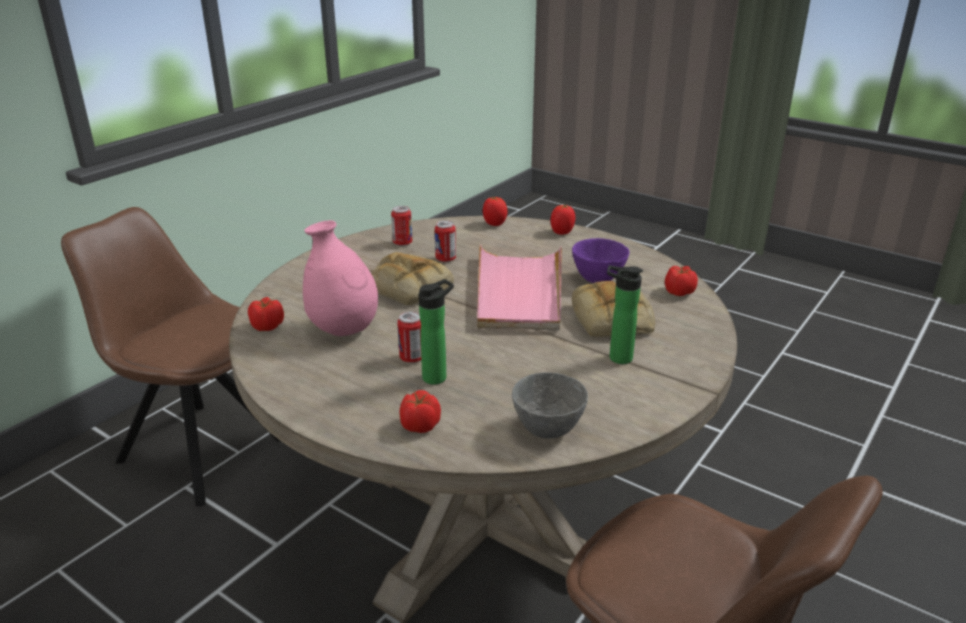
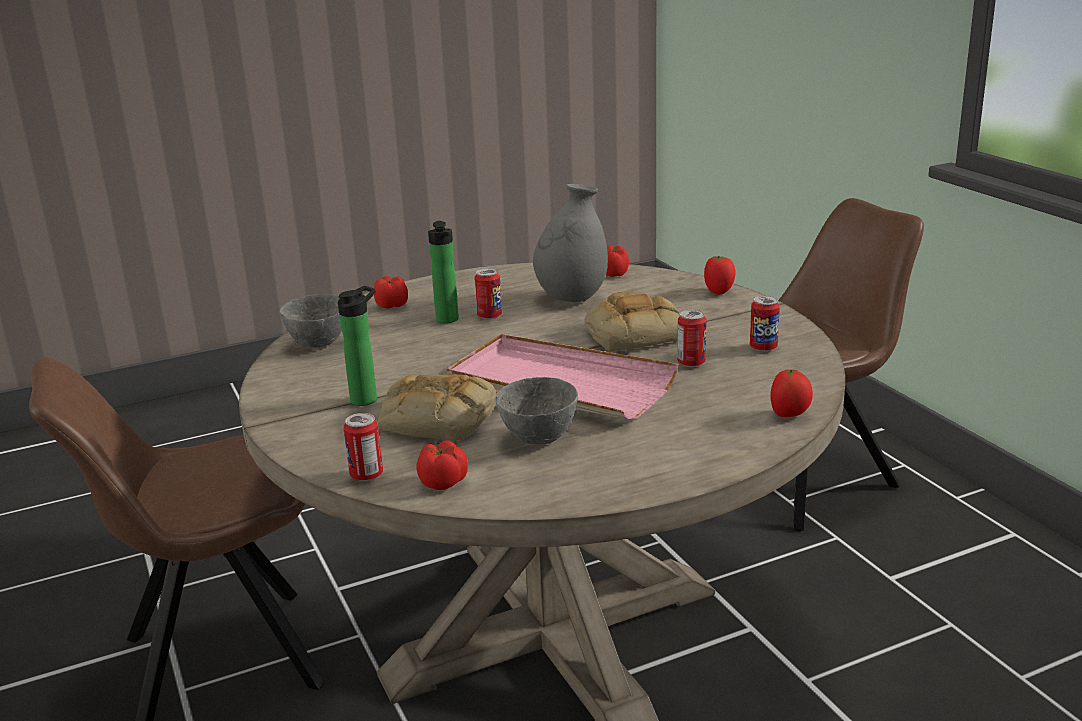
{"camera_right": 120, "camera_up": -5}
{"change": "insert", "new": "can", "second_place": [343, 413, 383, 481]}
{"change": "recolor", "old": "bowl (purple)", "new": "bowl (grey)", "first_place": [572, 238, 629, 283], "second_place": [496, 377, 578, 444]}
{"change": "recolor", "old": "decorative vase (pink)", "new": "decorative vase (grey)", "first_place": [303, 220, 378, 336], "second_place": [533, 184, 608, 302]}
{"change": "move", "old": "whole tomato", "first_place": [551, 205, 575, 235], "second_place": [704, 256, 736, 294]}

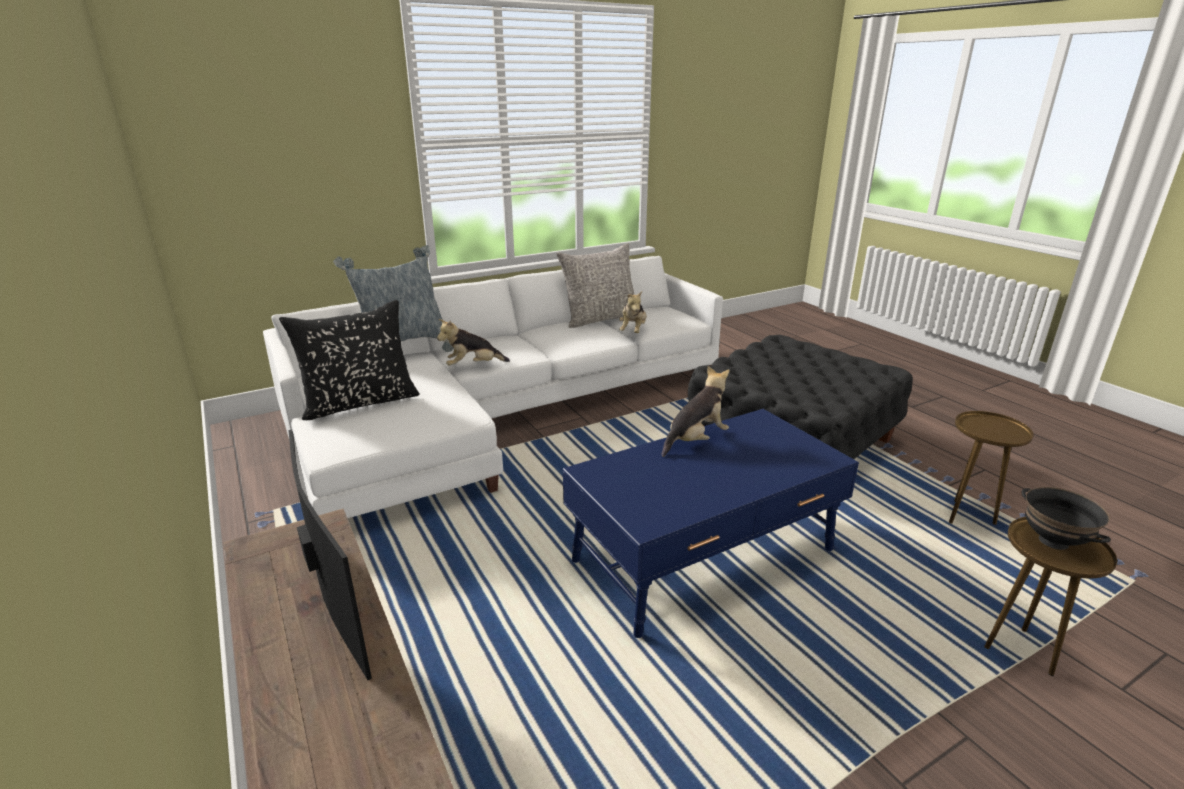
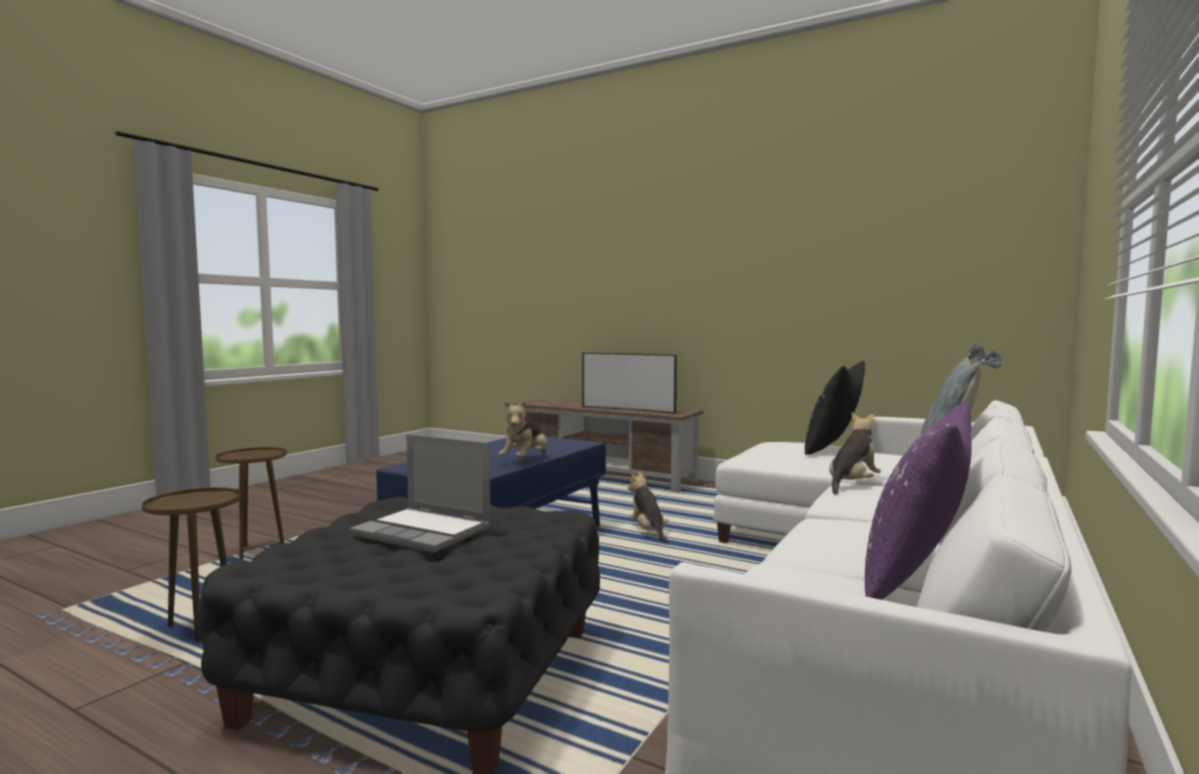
{"camera_right": 150, "camera_up": -20}
{"change": "insert", "new": "portable computer", "second_place": [350, 434, 491, 553]}
{"change": "move", "old": "plush toy", "first_place": [619, 291, 647, 333], "second_place": [628, 471, 669, 544]}
{"change": "recolor", "old": "pillow (grey)", "new": "pillow (purple)", "first_place": [556, 243, 634, 328], "second_place": [865, 402, 971, 600]}
{"change": "delete", "old": "bowl (black-coloured)", "first_place": [1022, 487, 1111, 550]}

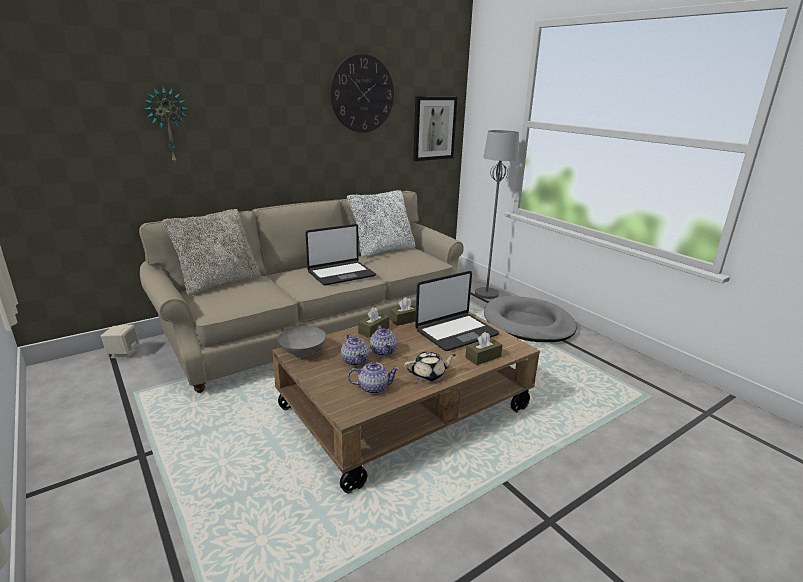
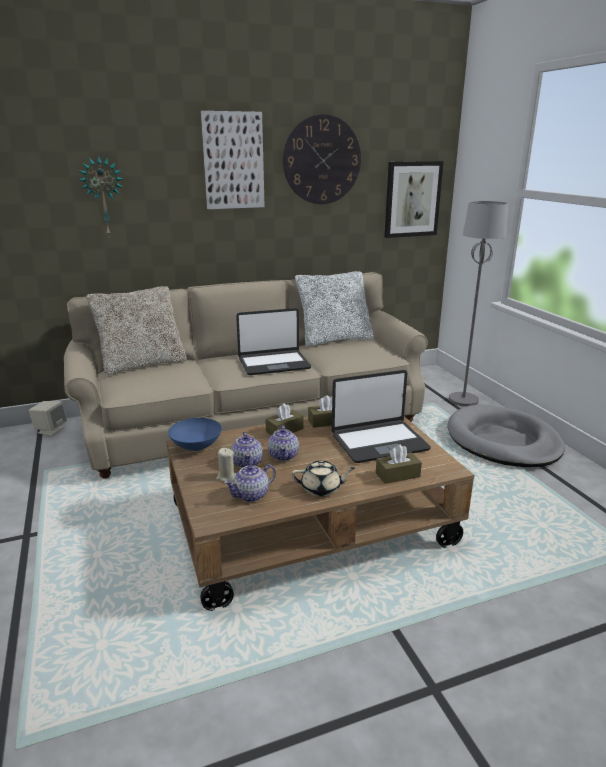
{"camera_right": 15, "camera_up": 0}
{"change": "recolor", "old": "bowl (grey)", "new": "bowl (blue-coloured)", "first_place": [278, 326, 326, 356], "second_place": [168, 418, 222, 451]}
{"change": "insert", "new": "wall picture", "second_place": [201, 111, 265, 209]}
{"change": "insert", "new": "wax light (sand-coloured)", "second_place": [216, 448, 236, 482]}
{"change": "rotate", "old": "pot for tea", "first_place": [348, 362, 399, 394], "second_place": [224, 464, 276, 502], "degrees": 135}

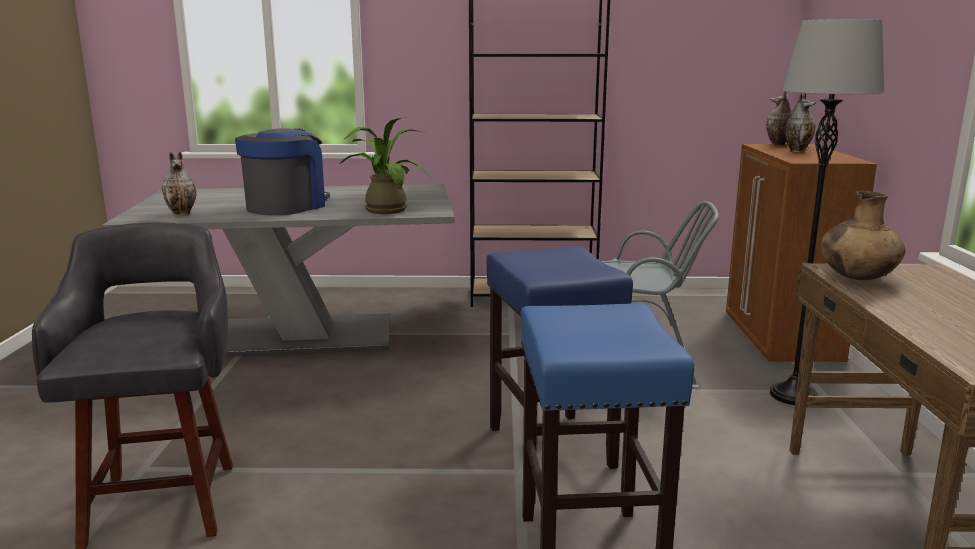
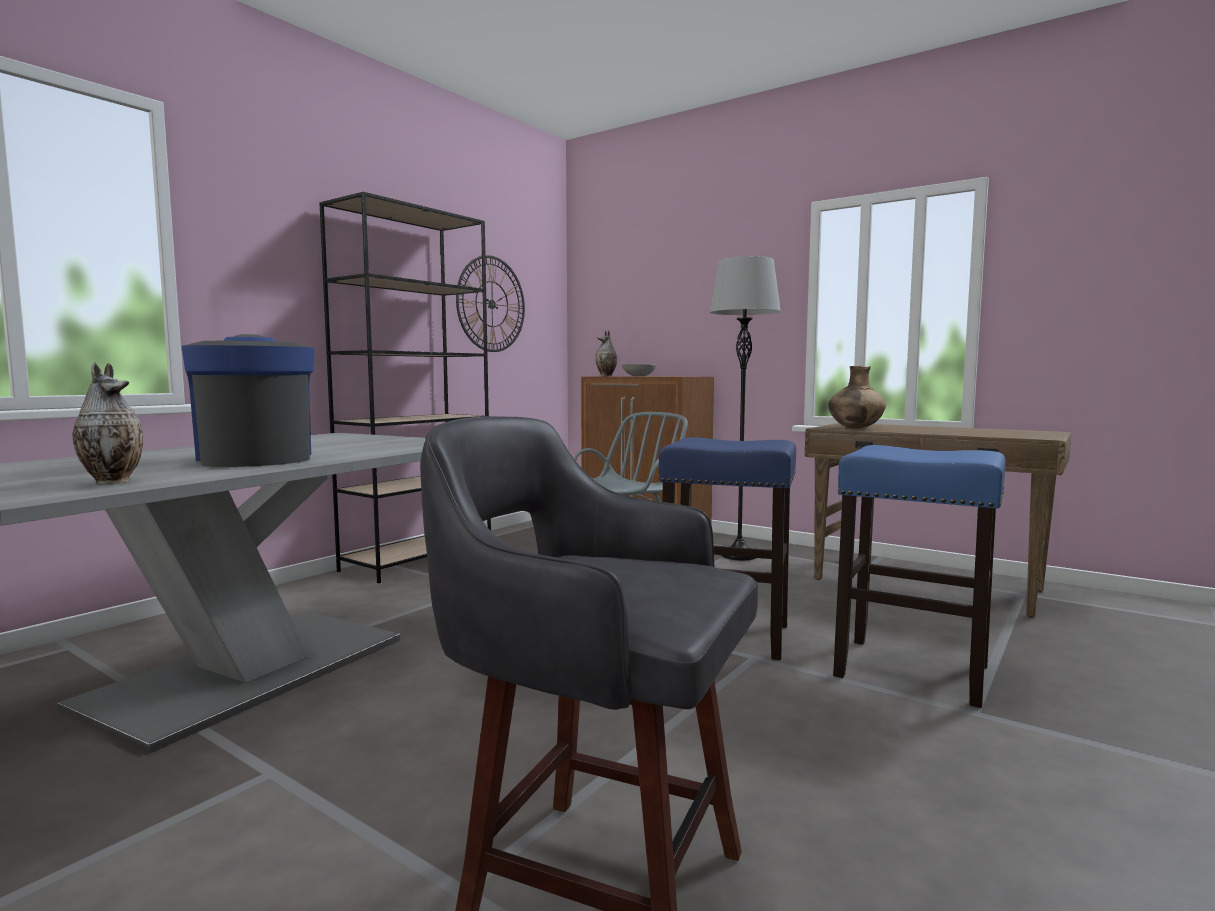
{"camera_right": -55, "camera_up": -10}
{"change": "insert", "new": "wall clock", "second_place": [456, 255, 525, 352]}
{"change": "replace", "old": "decorative vase", "new": "bowl (grey)", "first_place": [784, 93, 816, 152], "second_place": [622, 364, 657, 376]}
{"change": "delete", "old": "potted plant", "first_place": [340, 117, 430, 214]}

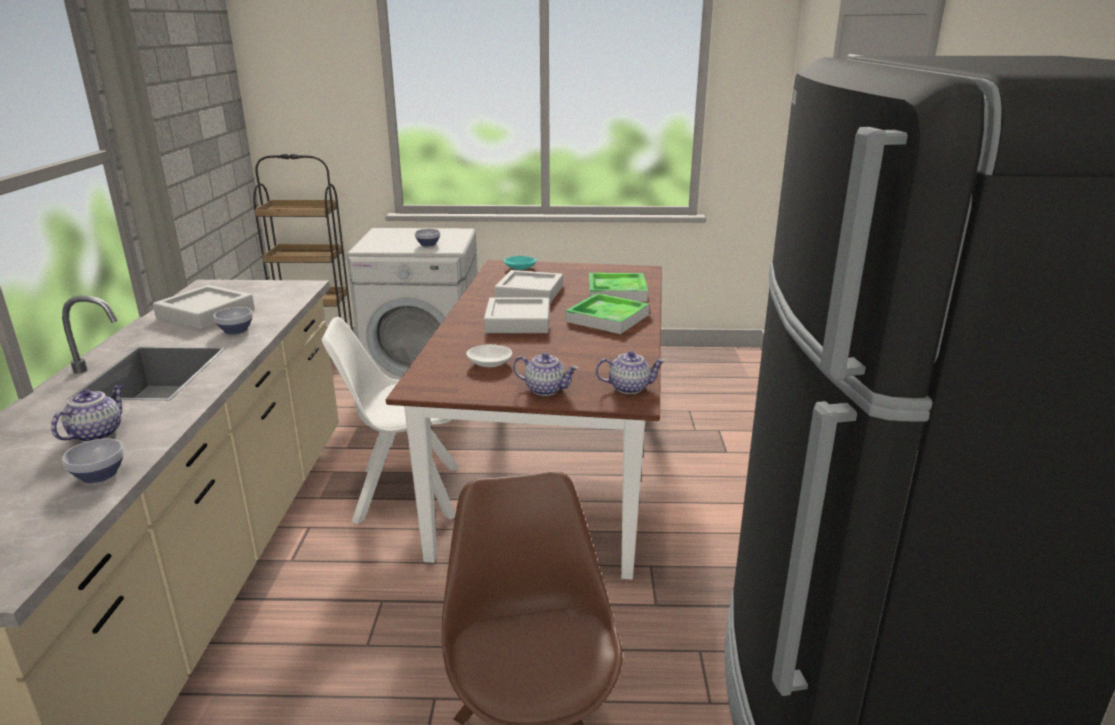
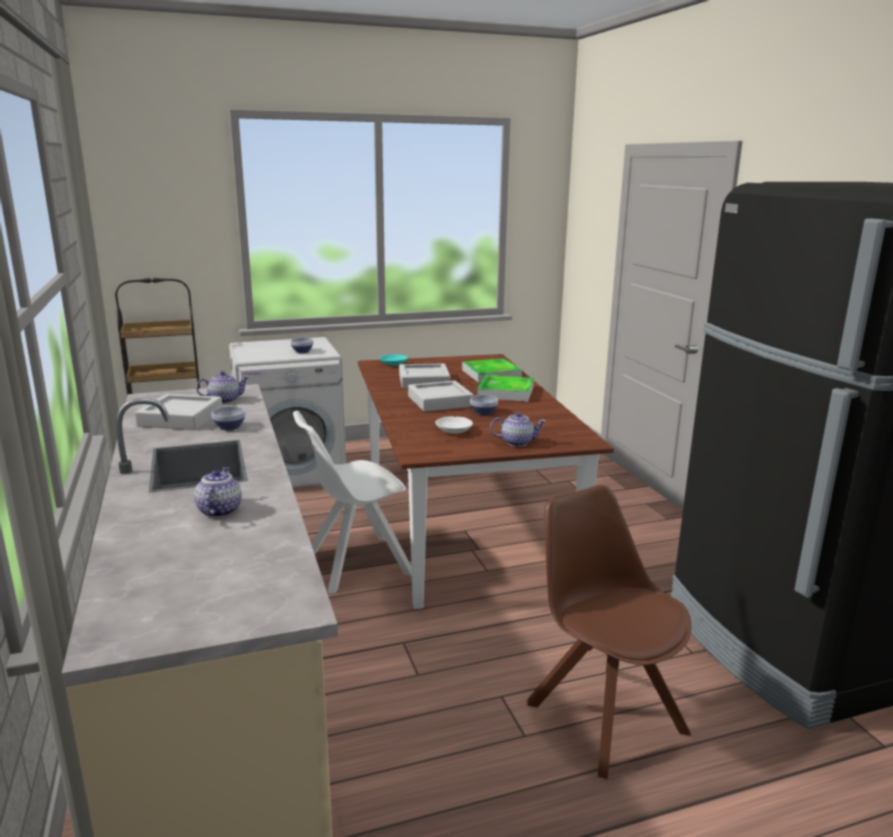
{"camera_right": -20, "camera_up": -5}
{"change": "move", "old": "pot for tea", "first_place": [595, 351, 665, 394], "second_place": [196, 371, 249, 404]}
{"change": "move", "old": "bowl", "first_place": [62, 438, 124, 483], "second_place": [470, 395, 498, 415]}

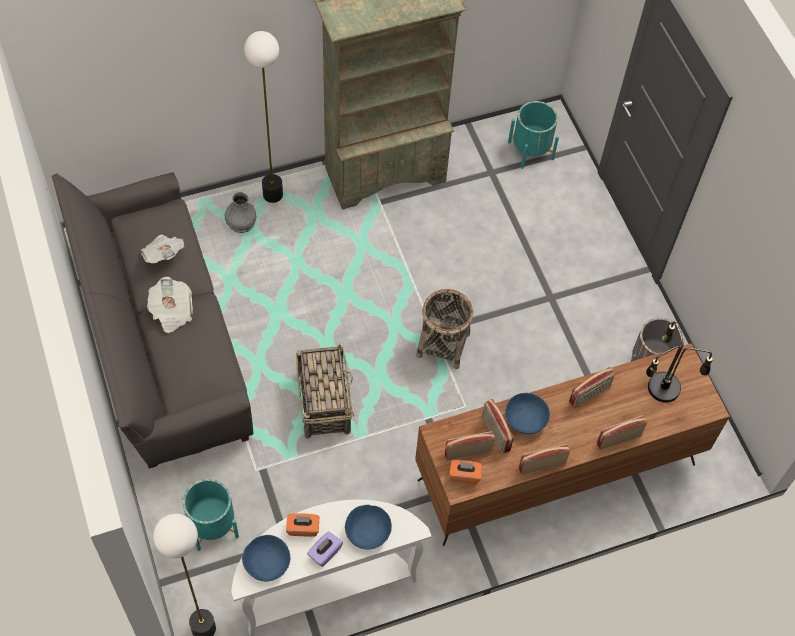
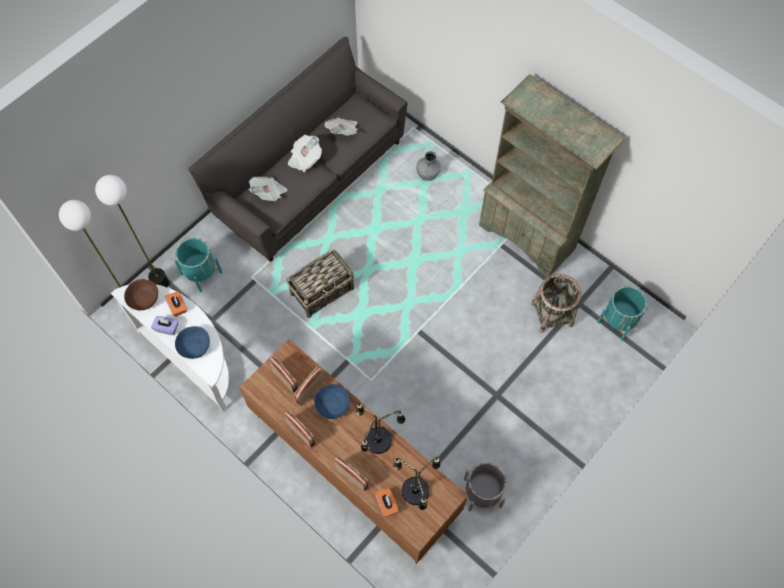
{"camera_right": 65, "camera_up": 5}
{"change": "move", "old": "floor lamp", "first_place": [244, 31, 283, 203], "second_place": [95, 175, 169, 287]}
{"change": "recolor", "old": "bowl (blue-coloured)", "new": "bowl (brown)", "first_place": [242, 535, 290, 581], "second_place": [124, 279, 158, 310]}
{"change": "insert", "new": "printed paper", "second_place": [249, 177, 287, 201]}
{"change": "replace", "old": "radio set", "new": "lamp for a table", "first_place": [569, 367, 615, 408], "second_place": [356, 403, 405, 454]}
{"change": "move", "old": "box of tissues (orangey)", "first_place": [449, 460, 482, 484], "second_place": [375, 488, 399, 517]}
{"change": "move", "old": "storage basket", "first_place": [416, 289, 473, 369], "second_place": [531, 274, 581, 333]}

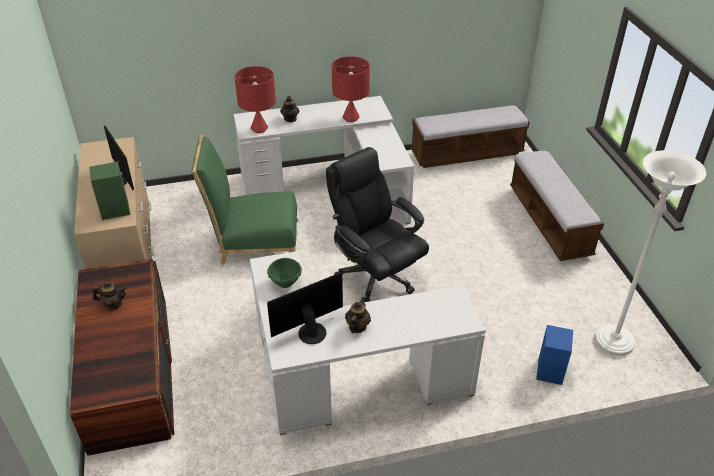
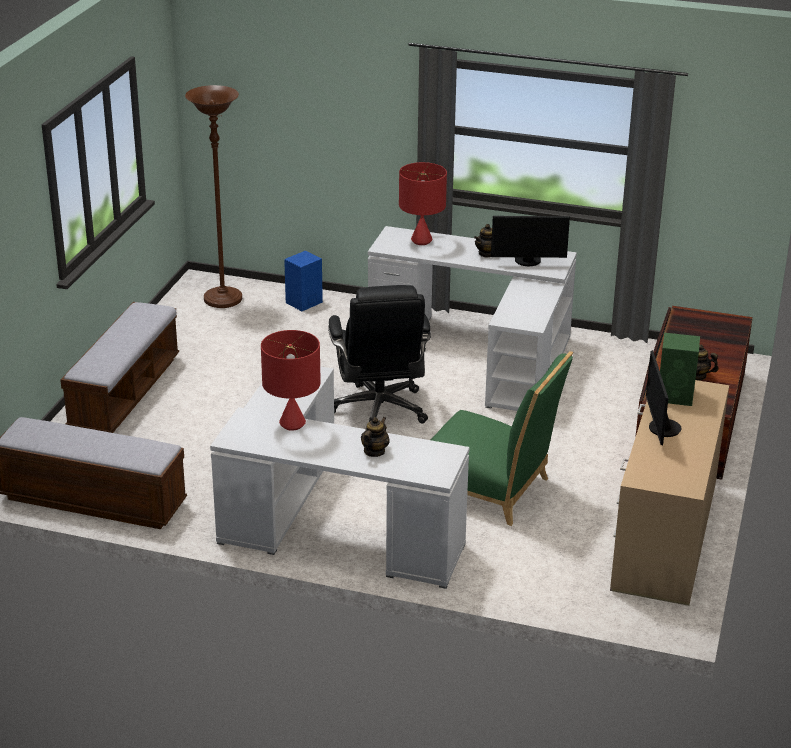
{"camera_right": -150, "camera_up": -10}
{"change": "recolor", "old": "floor lamp (whitish)", "new": "floor lamp (brown)", "first_place": [595, 150, 706, 356], "second_place": [185, 85, 242, 308]}
{"change": "move", "old": "lamp for a table (red-coloured)", "first_place": [234, 66, 276, 133], "second_place": [399, 162, 447, 245]}
{"change": "delete", "old": "bowl (green-coloured)", "first_place": [267, 258, 302, 288]}

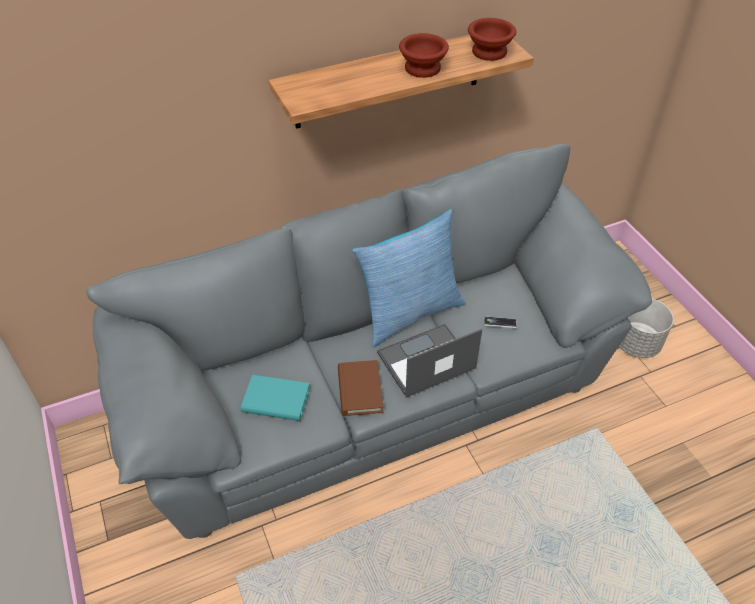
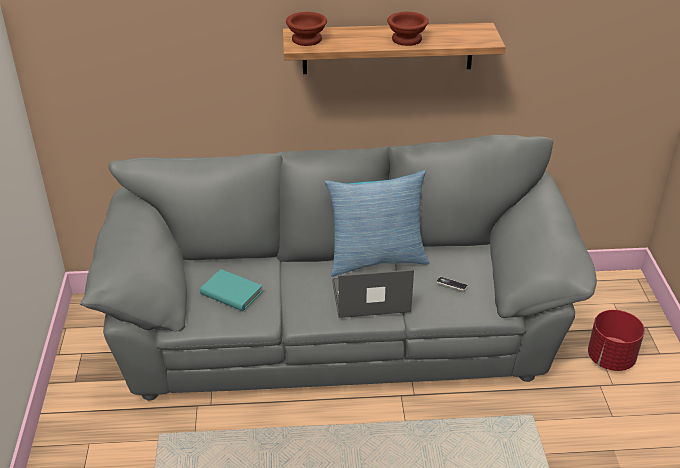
{"camera_right": 20, "camera_up": -10}
{"change": "move", "old": "bowl (brown)", "first_place": [468, 18, 516, 61], "second_place": [286, 12, 327, 46]}
{"change": "recolor", "old": "planter (grey)", "new": "planter (red-coloured)", "first_place": [619, 299, 674, 358], "second_place": [588, 310, 645, 371]}
{"change": "delete", "old": "volume (brown)", "first_place": [338, 360, 383, 416]}

